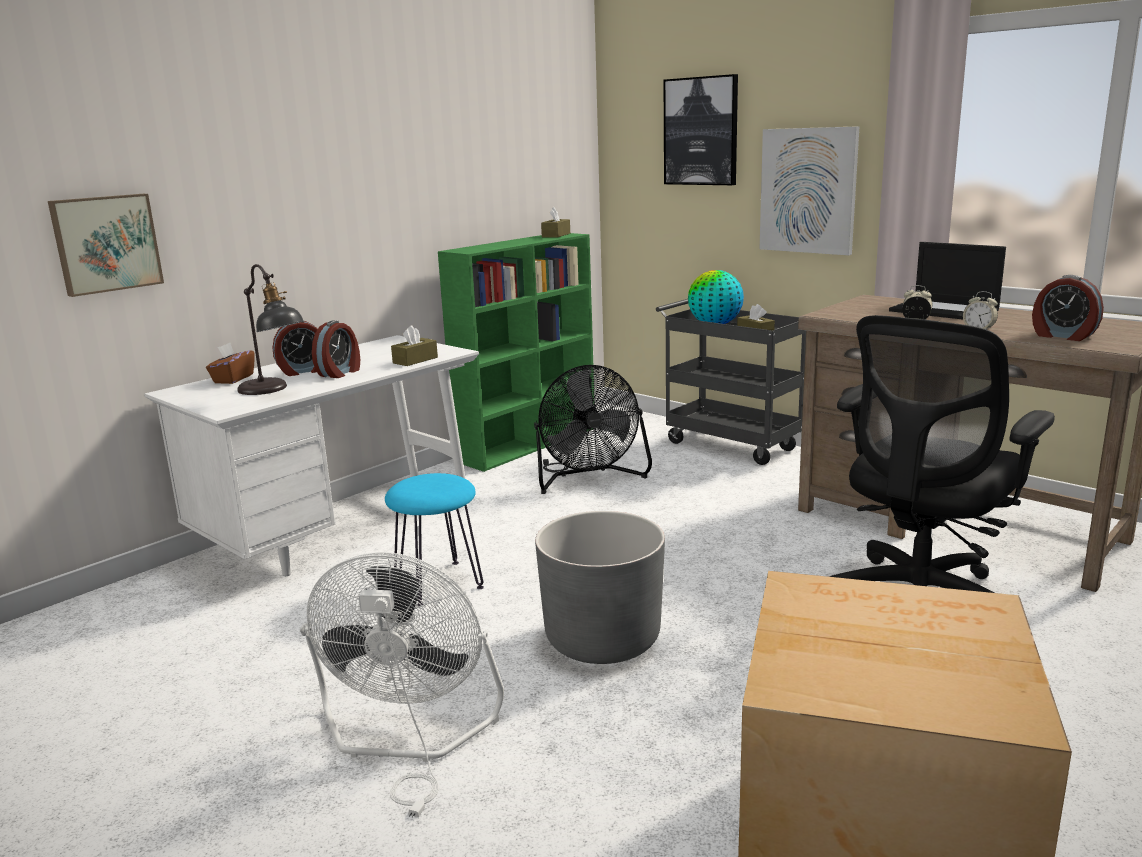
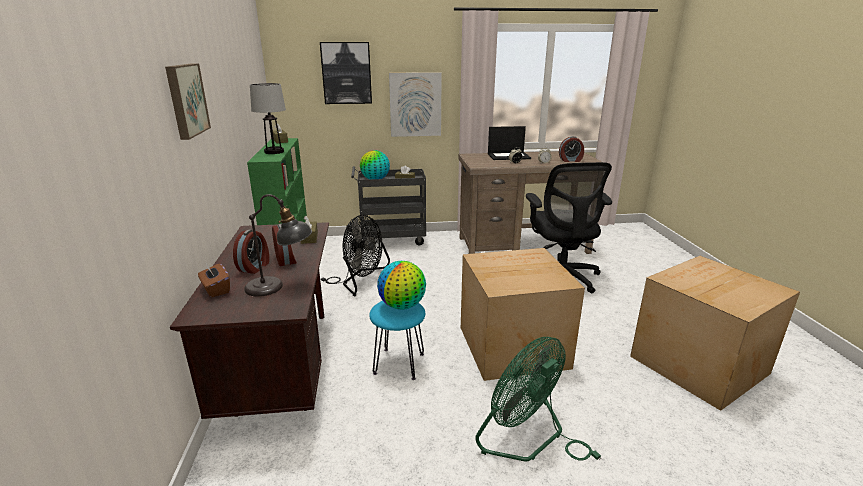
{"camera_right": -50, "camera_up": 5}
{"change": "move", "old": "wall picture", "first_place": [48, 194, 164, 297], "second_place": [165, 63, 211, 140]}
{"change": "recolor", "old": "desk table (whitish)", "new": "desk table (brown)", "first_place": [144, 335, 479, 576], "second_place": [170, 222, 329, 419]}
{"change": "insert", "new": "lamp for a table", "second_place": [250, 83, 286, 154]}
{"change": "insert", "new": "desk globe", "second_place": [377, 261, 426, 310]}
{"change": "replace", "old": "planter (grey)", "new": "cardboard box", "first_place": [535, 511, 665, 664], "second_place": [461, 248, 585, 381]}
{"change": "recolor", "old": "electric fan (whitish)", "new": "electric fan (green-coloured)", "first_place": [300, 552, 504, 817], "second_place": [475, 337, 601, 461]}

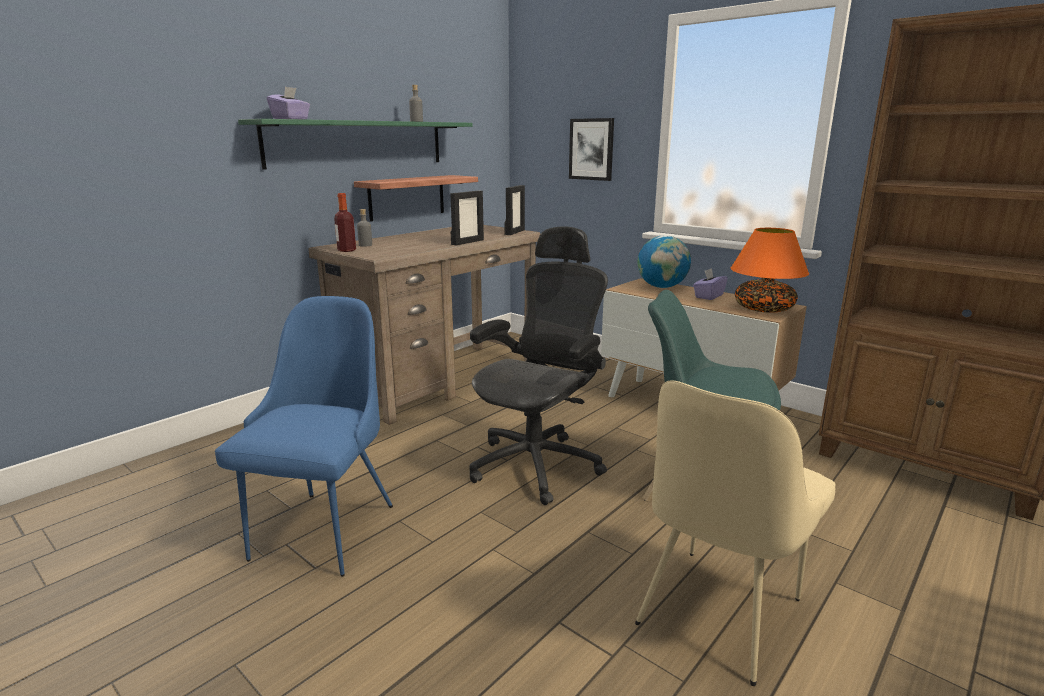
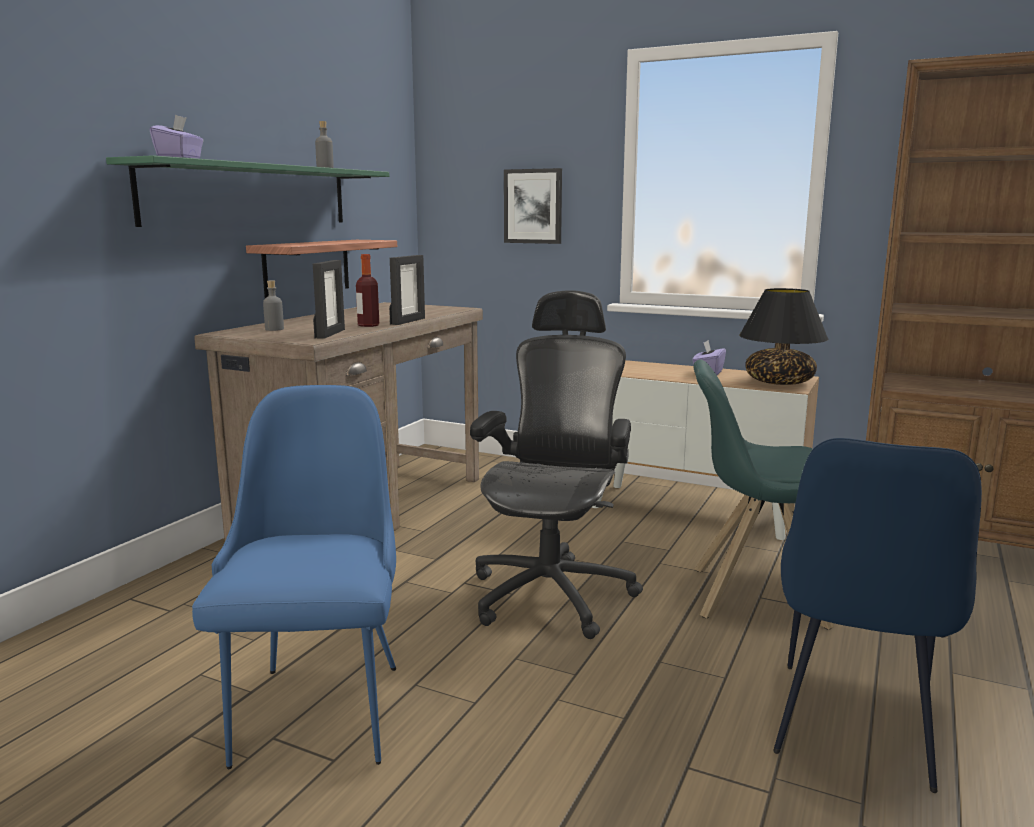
{"camera_right": -15, "camera_up": -5}
{"change": "move", "old": "picture frame", "first_place": [504, 185, 525, 235], "second_place": [313, 260, 345, 339]}
{"change": "move", "old": "drink bottle", "first_place": [334, 193, 356, 252], "second_place": [356, 254, 379, 327]}
{"change": "recolor", "old": "lamp for a table (orangey)", "new": "lamp for a table (black-coloured)", "first_place": [730, 228, 809, 313], "second_place": [739, 288, 828, 385]}
{"change": "recolor", "old": "upright chair (sand-coloured)", "new": "upright chair (blue-coloured)", "first_place": [635, 380, 836, 686], "second_place": [773, 438, 982, 793]}
{"change": "delete", "old": "desk globe", "first_place": [637, 235, 691, 288]}

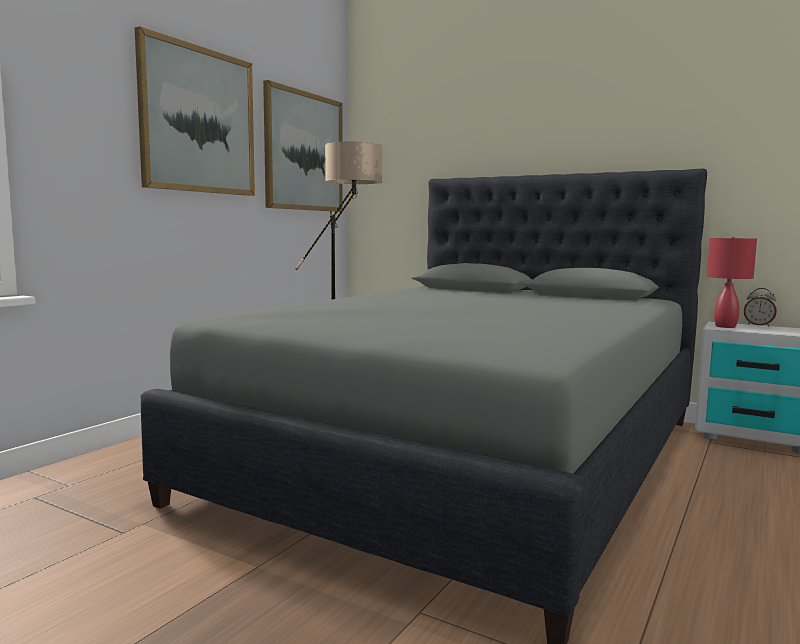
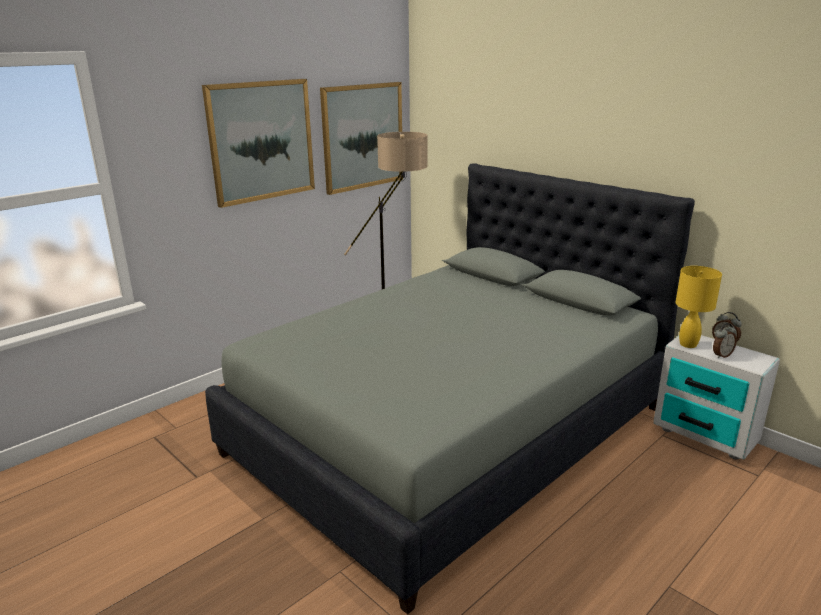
{"camera_right": 15, "camera_up": 15}
{"change": "recolor", "old": "lamp for a table (red-coloured)", "new": "lamp for a table (yellowish)", "first_place": [707, 237, 757, 328], "second_place": [675, 266, 722, 348]}
{"change": "insert", "new": "table clock", "second_place": [713, 323, 737, 359]}

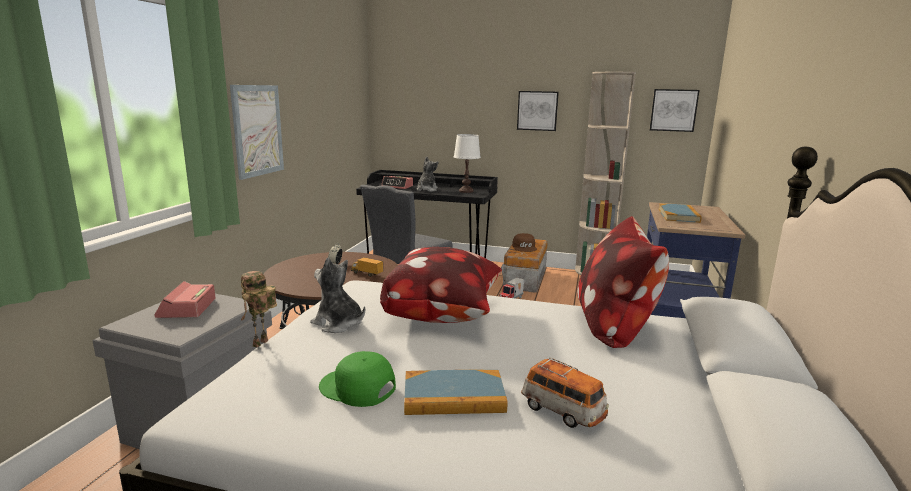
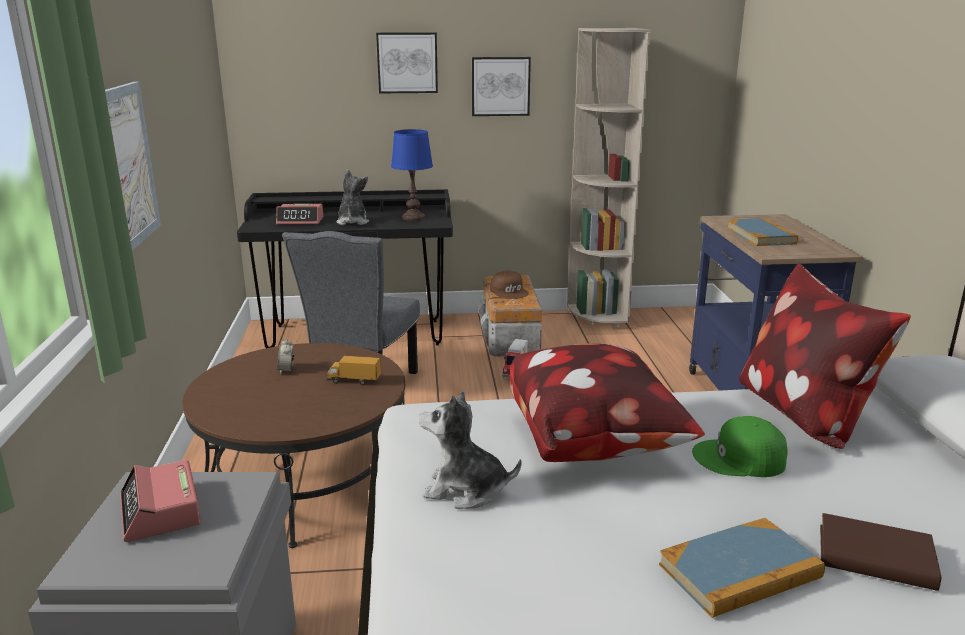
{"camera_right": -20, "camera_up": 5}
{"change": "move", "old": "wall picture", "first_place": [650, 89, 699, 132], "second_place": [376, 32, 438, 93]}
{"change": "recolor", "old": "lamp for a table (whitish)", "new": "lamp for a table (blue-coloured)", "first_place": [454, 134, 481, 193], "second_place": [391, 129, 433, 221]}
{"change": "move", "old": "cap (green-coloured)", "first_place": [319, 351, 396, 407], "second_place": [692, 416, 788, 477]}
{"change": "replace", "old": "miniature car", "new": "volume (brown)", "first_place": [521, 358, 609, 428], "second_place": [820, 513, 941, 591]}
{"change": "delete", "old": "model robot", "first_place": [241, 271, 277, 348]}

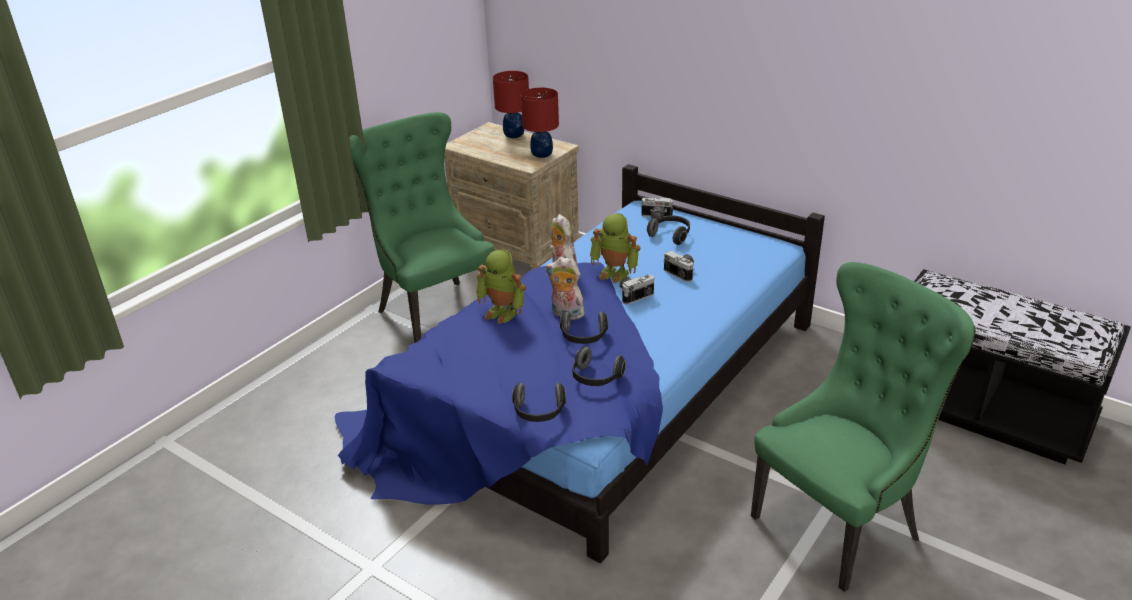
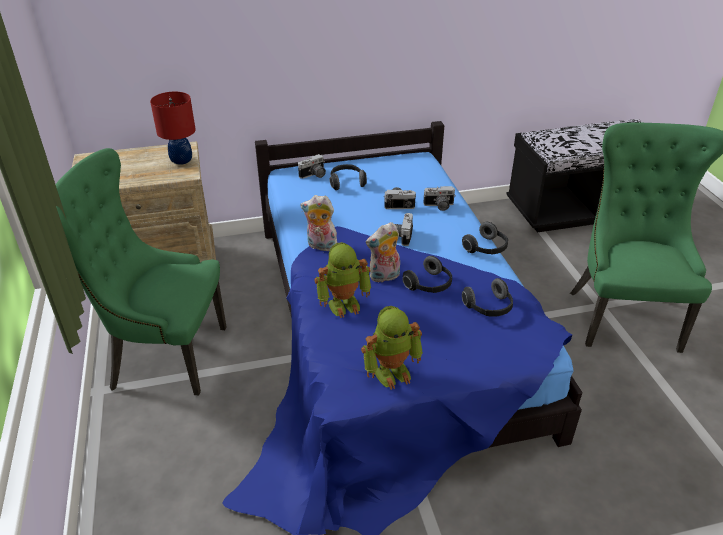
{"camera_right": -50, "camera_up": 5}
{"change": "move", "old": "model robot", "first_place": [590, 213, 640, 283], "second_place": [361, 306, 423, 390]}
{"change": "insert", "new": "photo camera", "second_place": [423, 186, 456, 211]}
{"change": "move", "old": "pair of headphones", "first_place": [512, 383, 566, 422], "second_place": [462, 222, 508, 254]}
{"change": "delete", "old": "lamp for a table (red-coloured)", "first_place": [493, 71, 529, 138]}

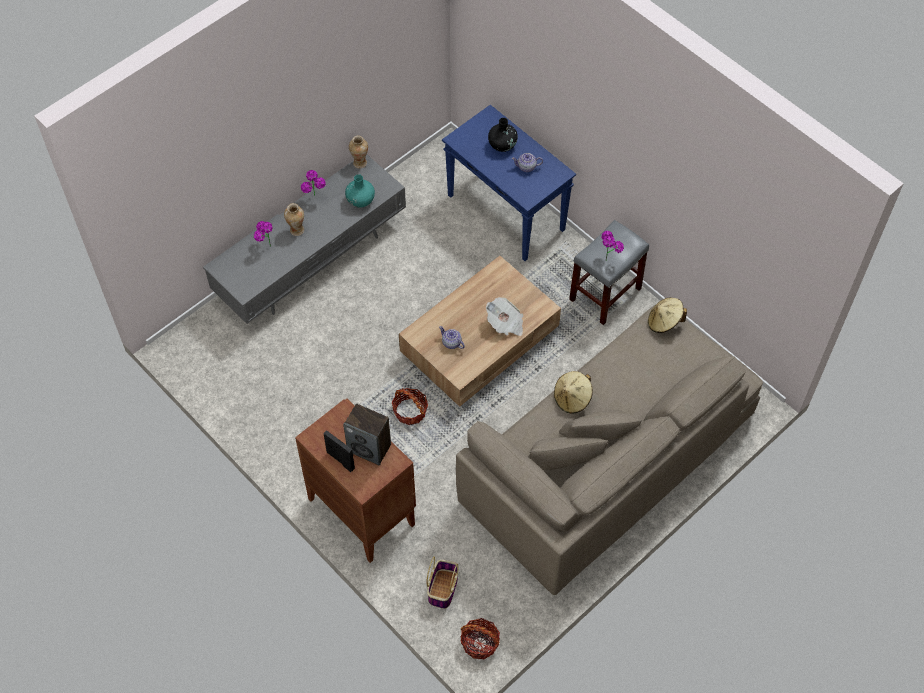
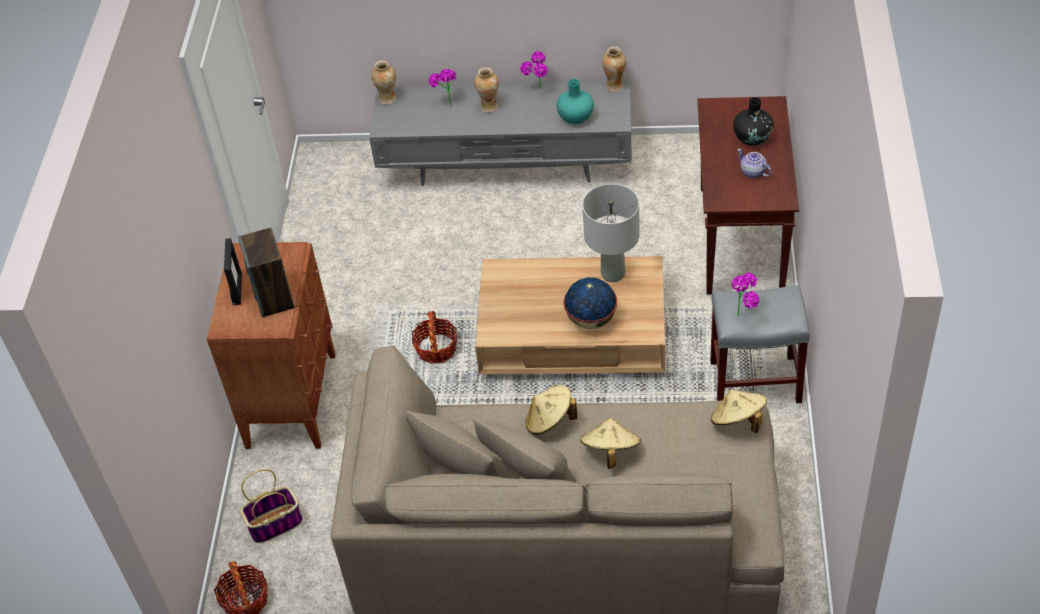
{"camera_right": 50, "camera_up": -10}
{"change": "insert", "new": "decorative vase", "second_place": [371, 60, 396, 105]}
{"change": "replace", "old": "printed paper", "new": "desk globe", "first_place": [486, 297, 523, 336], "second_place": [563, 277, 617, 329]}
{"change": "insert", "new": "wearable hat (sand-coloured)", "second_place": [580, 418, 641, 469]}
{"change": "insert", "new": "lamp for a table (grey)", "second_place": [582, 184, 640, 282]}
{"change": "recolor", "old": "narrow table (blue-coloured)", "new": "narrow table (brown)", "first_place": [442, 105, 576, 261], "second_place": [697, 96, 799, 295]}
{"change": "delete", "old": "pot for tea", "first_place": [439, 326, 465, 349]}

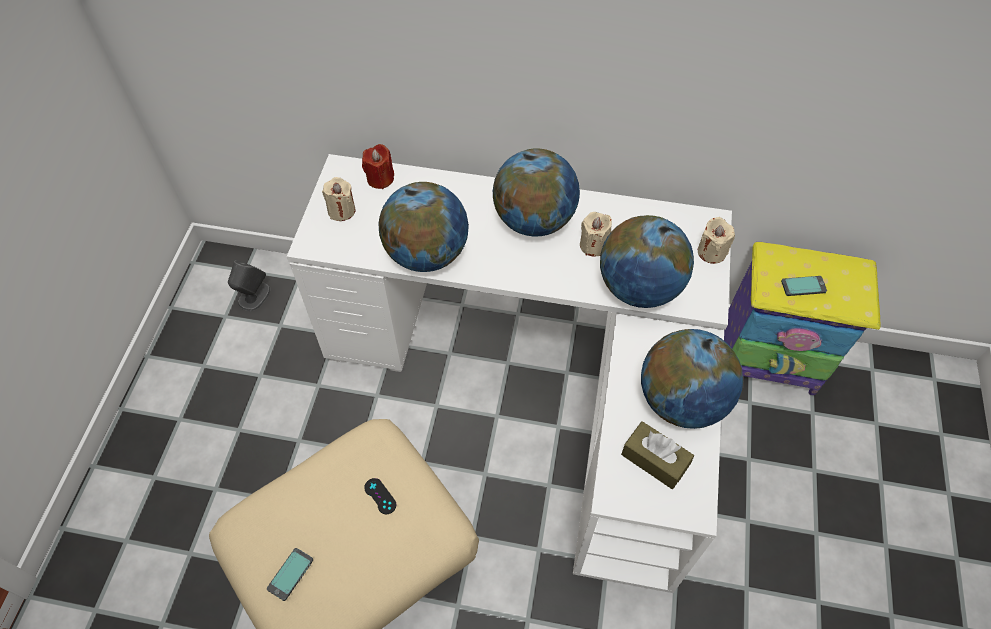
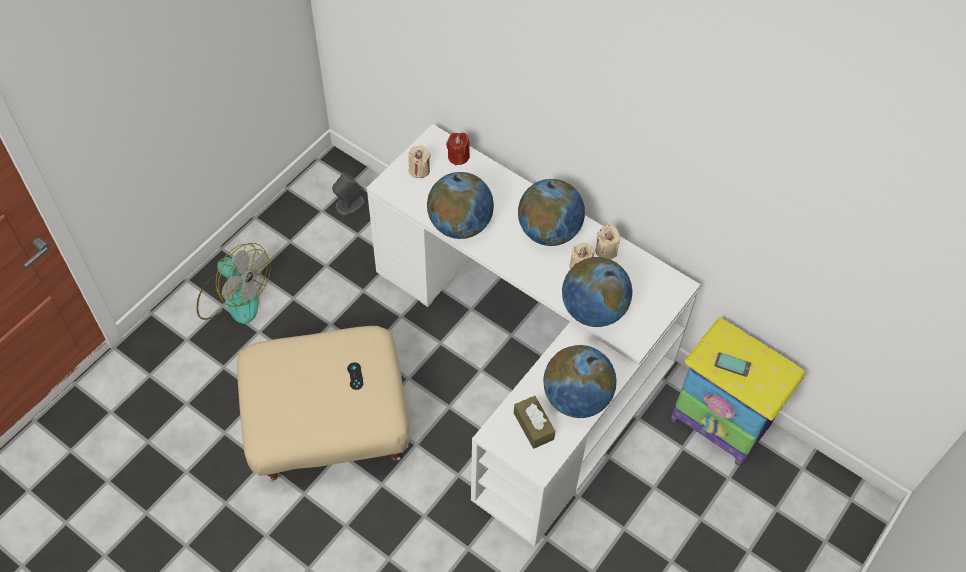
{"camera_right": 25, "camera_up": 0}
{"change": "insert", "new": "electric fan", "second_place": [197, 243, 271, 324]}
{"change": "move", "old": "wax light (sand-coloured)", "first_place": [698, 217, 735, 264], "second_place": [595, 225, 620, 259]}
{"change": "delete", "old": "phone", "first_place": [267, 548, 313, 601]}

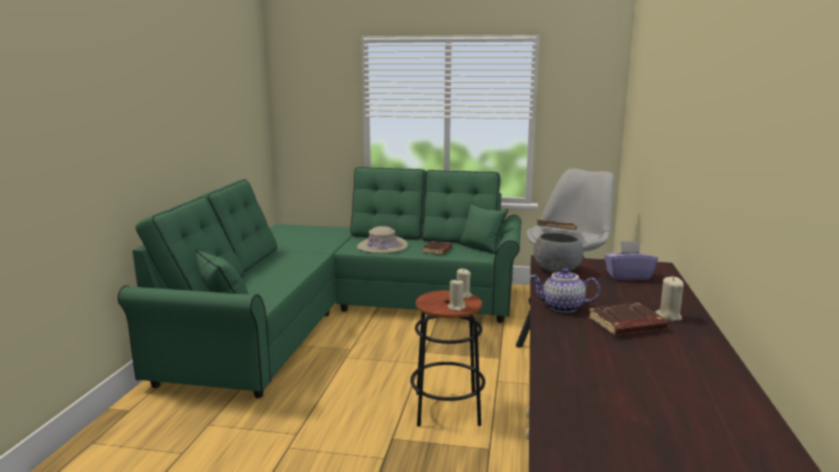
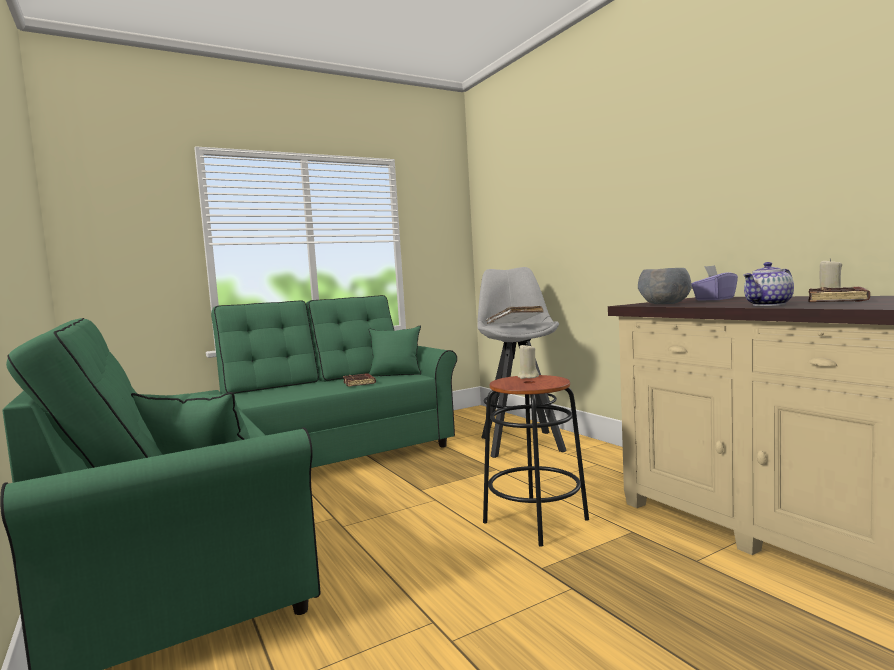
{"camera_right": -40, "camera_up": -10}
{"change": "delete", "old": "wearable hat (sand-coloured)", "first_place": [357, 226, 408, 253]}
{"change": "delete", "old": "wax light (sand-coloured)", "first_place": [448, 280, 465, 311]}

